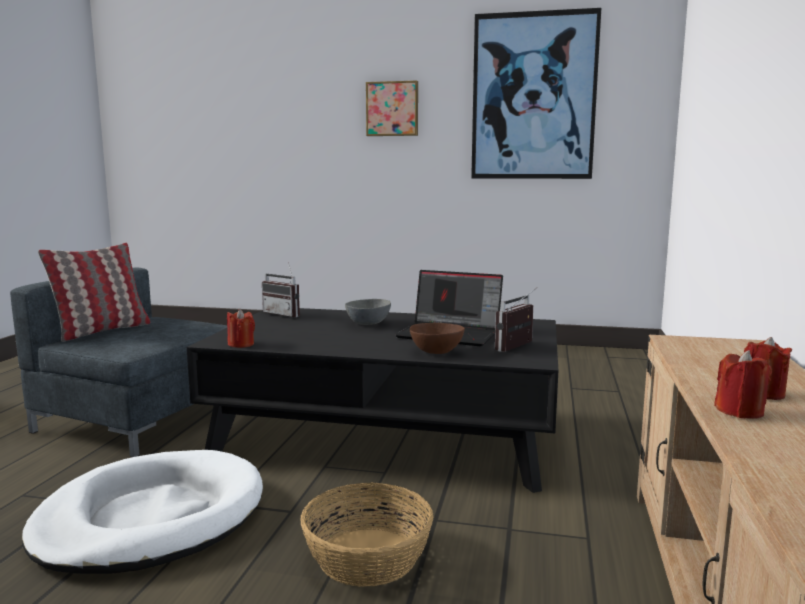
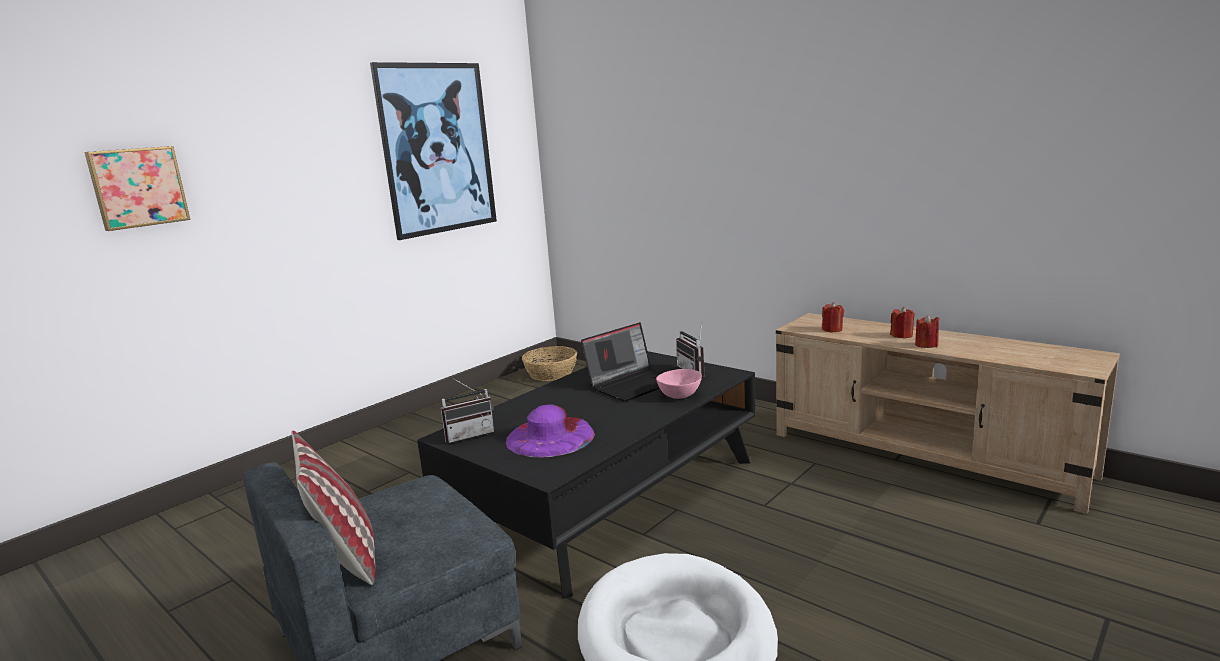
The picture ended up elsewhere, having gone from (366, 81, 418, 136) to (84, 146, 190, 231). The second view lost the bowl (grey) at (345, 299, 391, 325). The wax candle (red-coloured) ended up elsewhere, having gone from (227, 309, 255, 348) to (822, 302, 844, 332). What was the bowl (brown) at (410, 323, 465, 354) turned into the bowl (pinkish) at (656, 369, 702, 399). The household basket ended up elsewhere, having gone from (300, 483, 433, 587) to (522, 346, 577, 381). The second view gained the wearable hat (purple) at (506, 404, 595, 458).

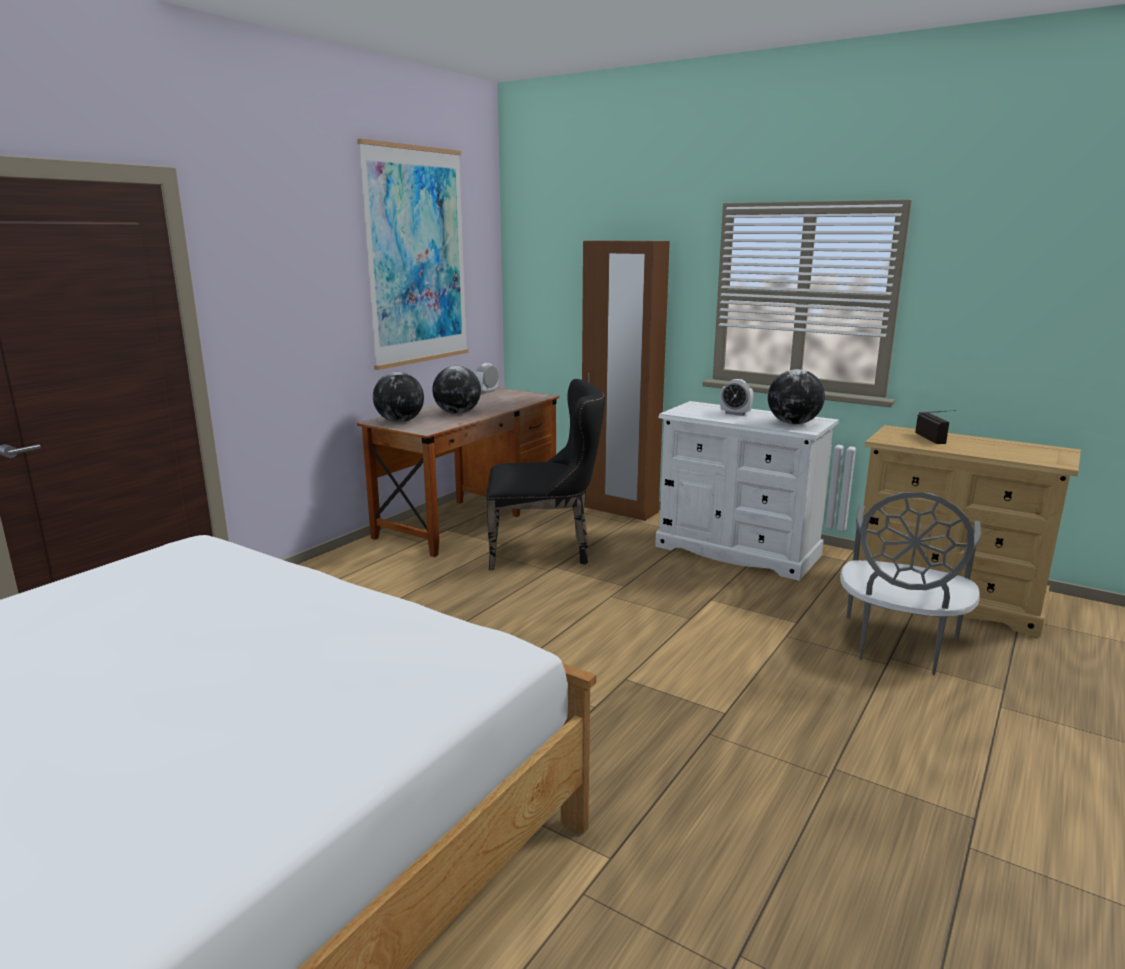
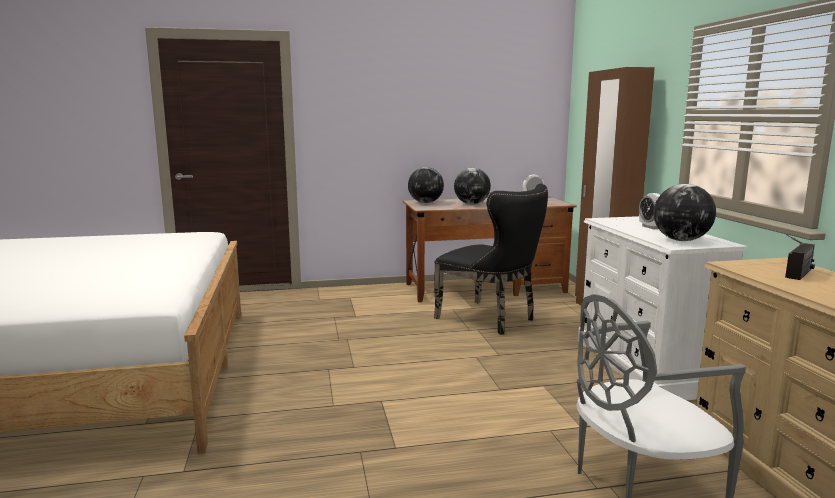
The second view lost the picture at (357, 139, 469, 370).

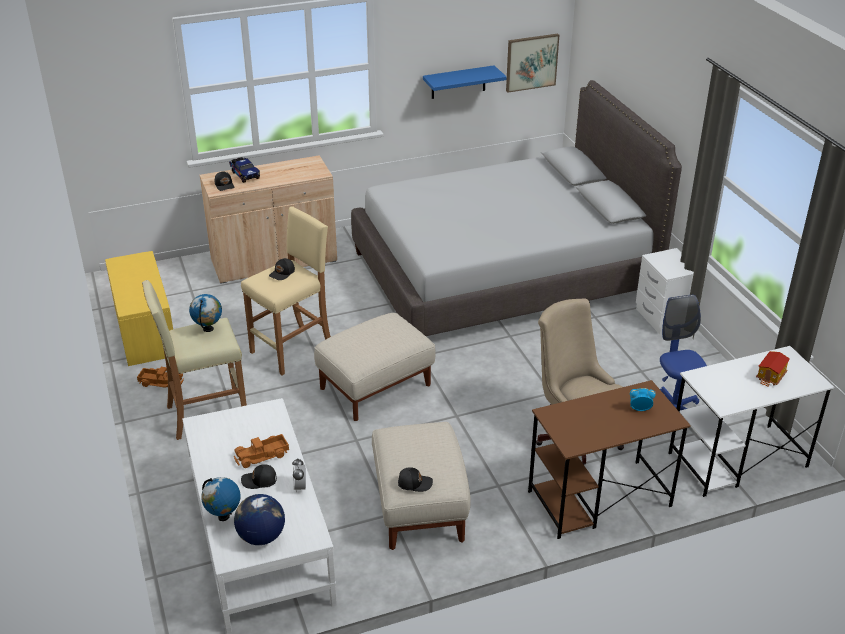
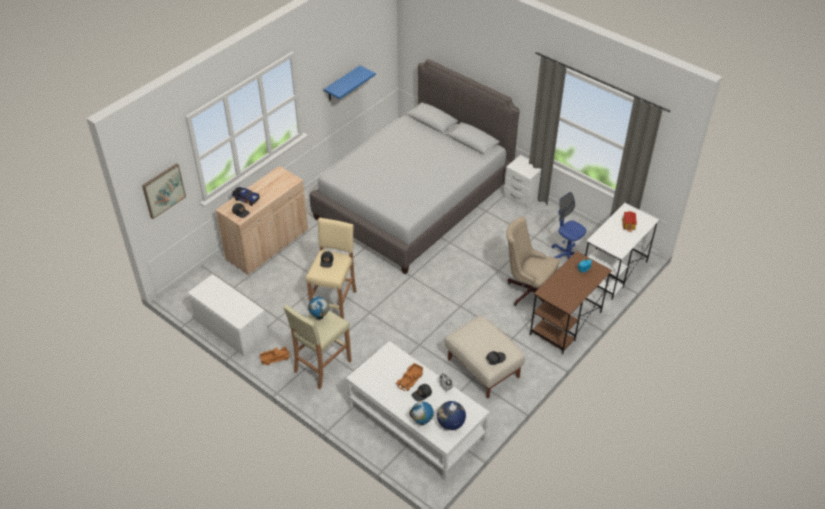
The picture ended up elsewhere, having gone from (506, 34, 559, 93) to (142, 163, 186, 219). What was the bench (yellow-coloured) at (105, 251, 173, 366) turned into the bench (whitish) at (188, 274, 268, 356). The second view lost the ottoman (beige-coloured) at (314, 313, 436, 421).

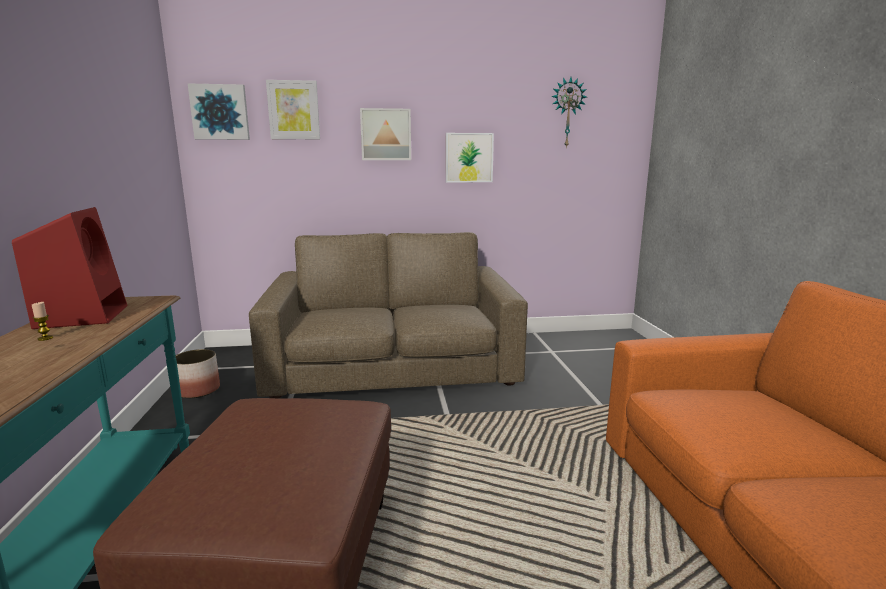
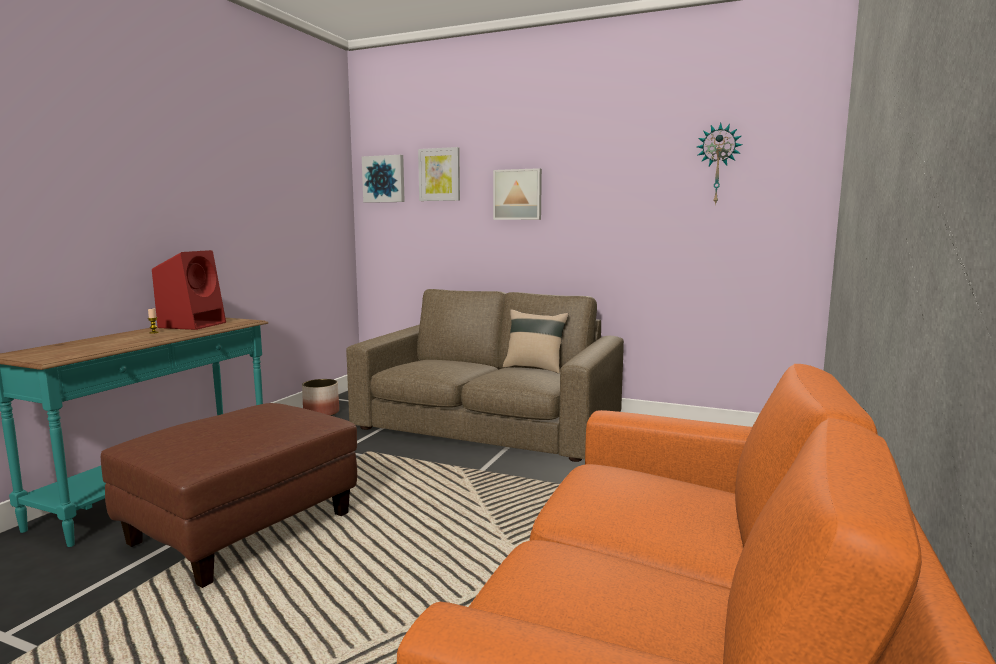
The second view lost the picture at (446, 133, 494, 183). The second view gained the pillow (beige-coloured) at (503, 309, 569, 373).

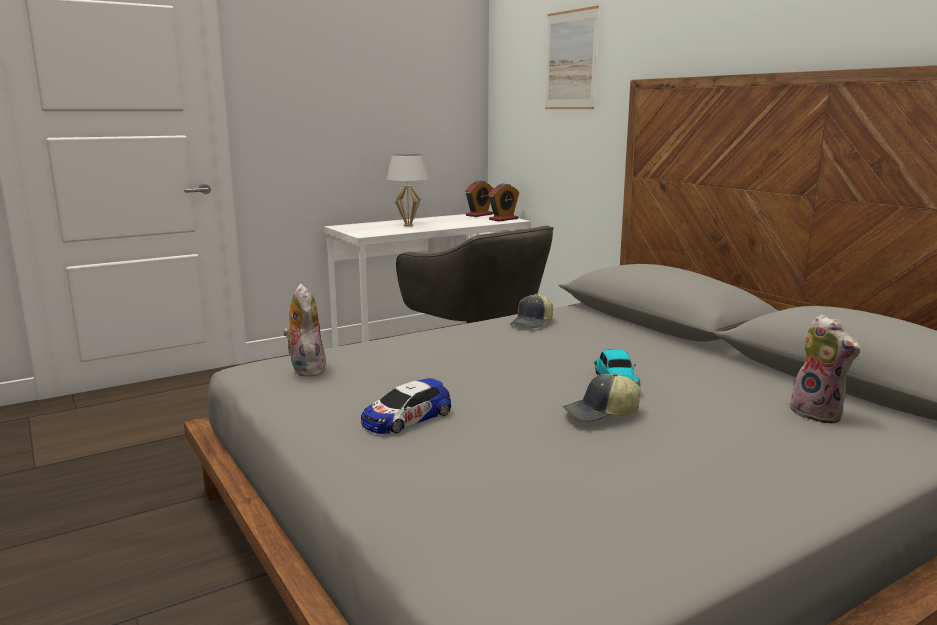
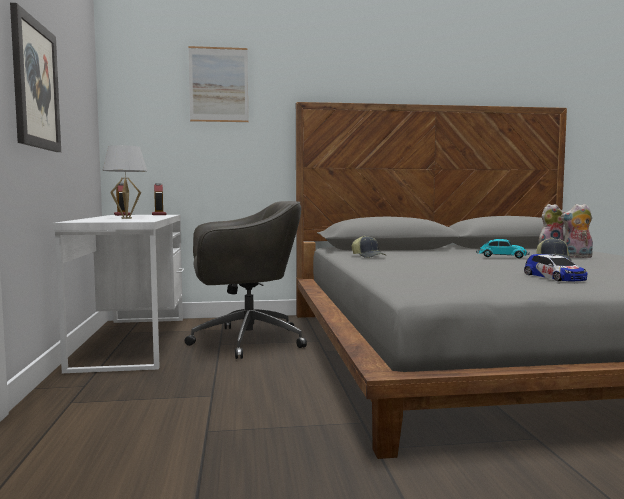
The soft toy ended up elsewhere, having gone from (283, 284, 326, 377) to (561, 204, 593, 258). The second view gained the picture at (10, 3, 61, 152).

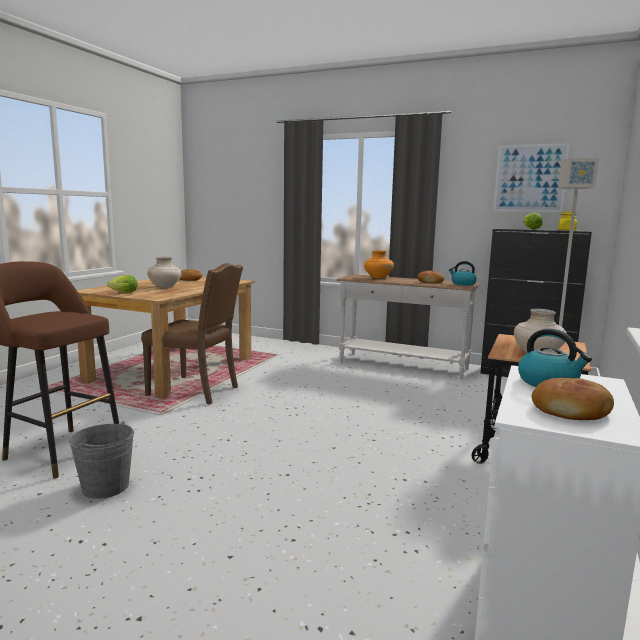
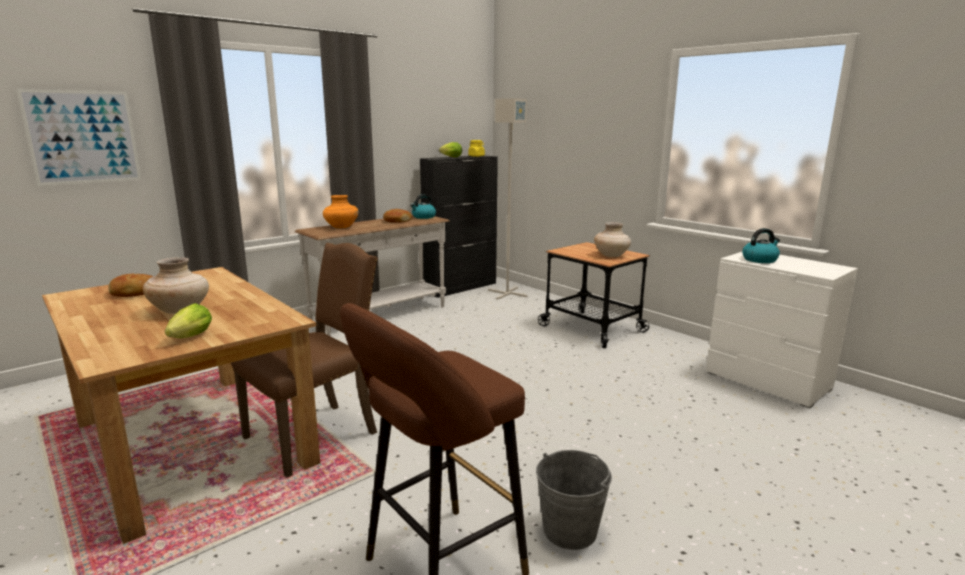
The picture ended up elsewhere, having gone from (493, 143, 570, 212) to (16, 89, 141, 186). The second view lost the baked bread at (532, 378, 614, 420).

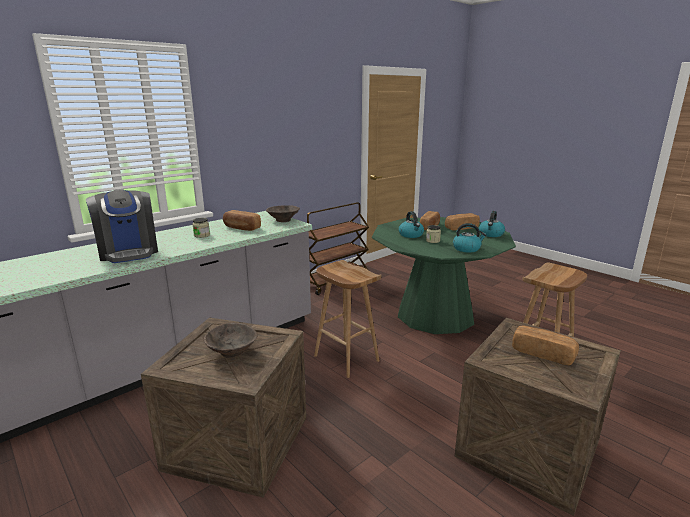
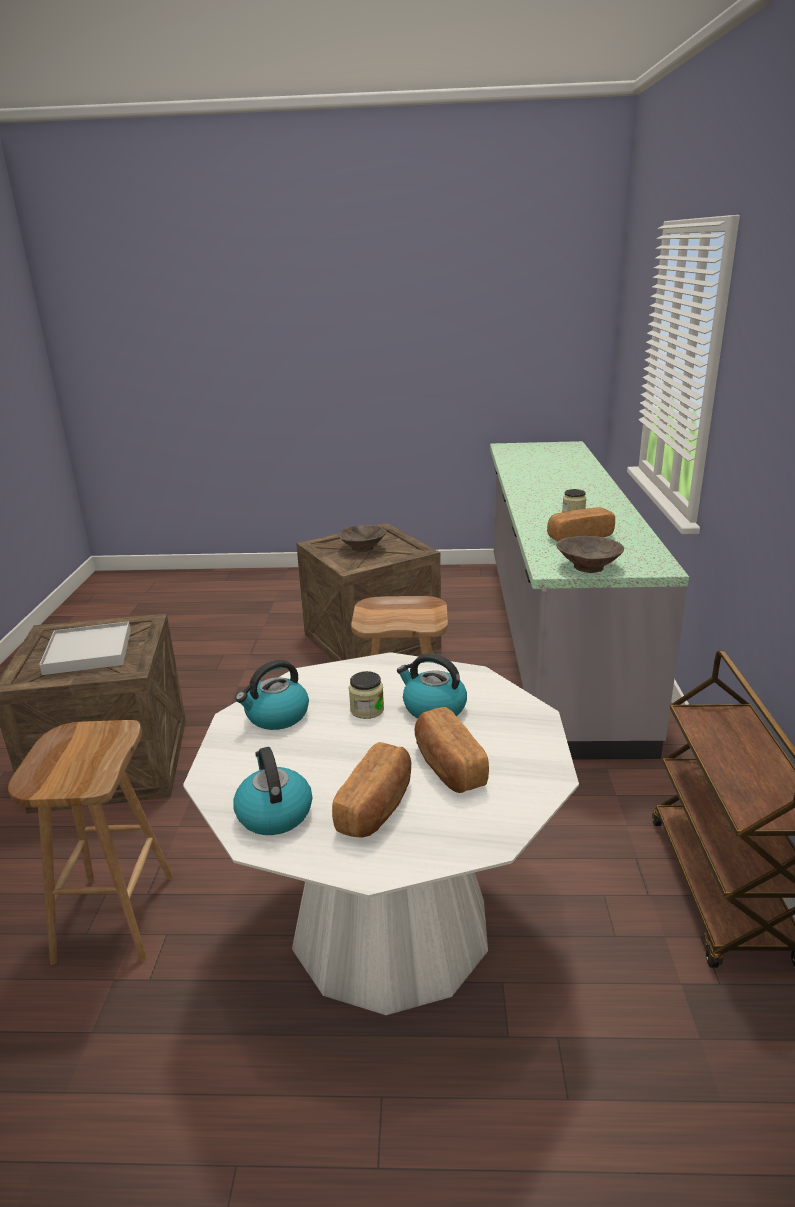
The second view lost the coffee brewer at (86, 190, 158, 263). What was the kitchen table (green) at (372, 217, 516, 334) turned into the kitchen table (whitish) at (183, 652, 579, 1015). Where the baked bread stood at (512, 326, 579, 365), the carrying tray (whitish) came to stand at (39, 621, 131, 675).

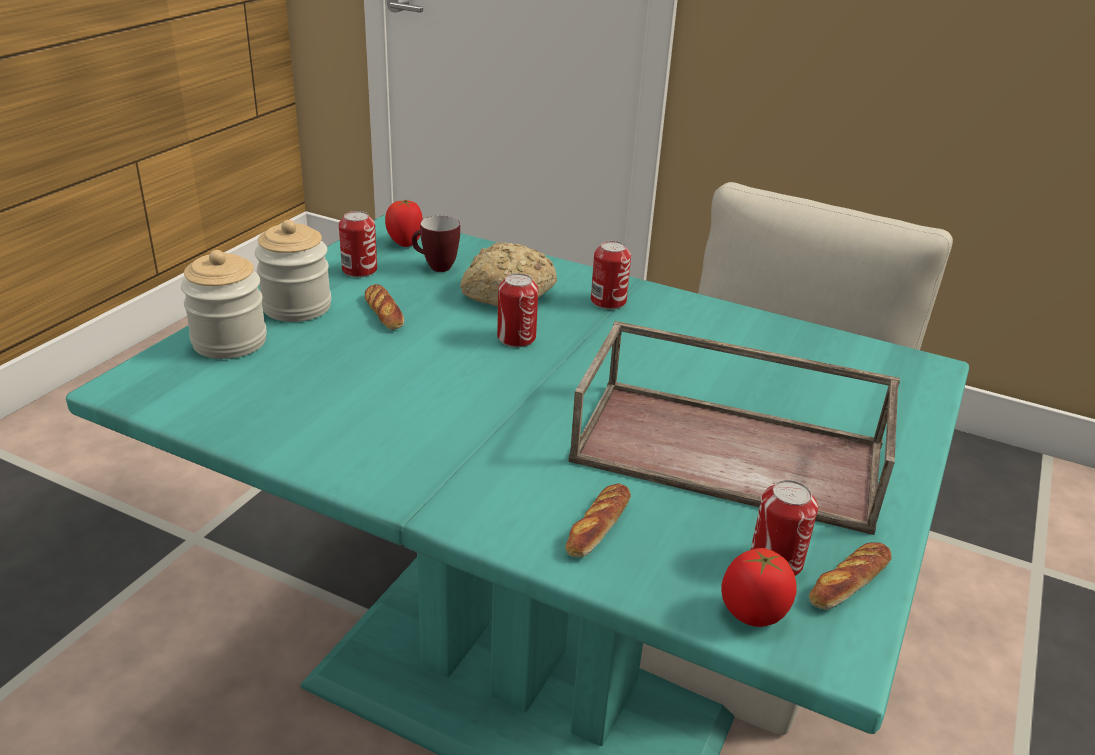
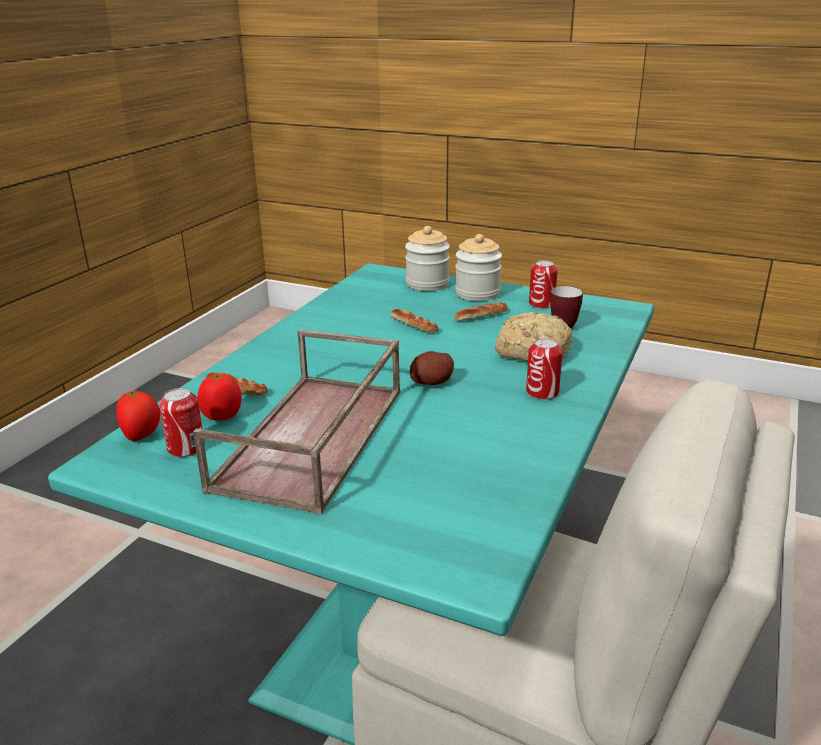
The fresh tomato ended up elsewhere, having gone from (385, 199, 423, 247) to (197, 373, 242, 420). The second view lost the can at (497, 273, 538, 347). The baked bread ended up elsewhere, having gone from (809, 542, 892, 610) to (391, 309, 438, 333). The second view gained the whole potato at (410, 351, 454, 385).

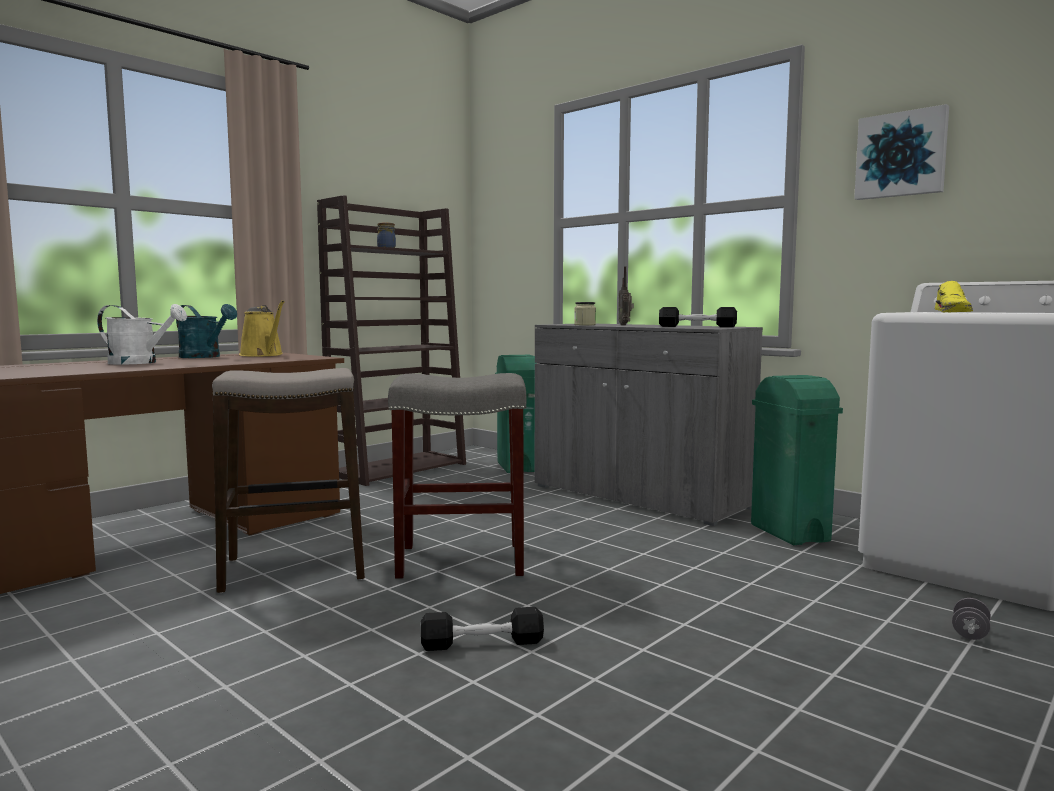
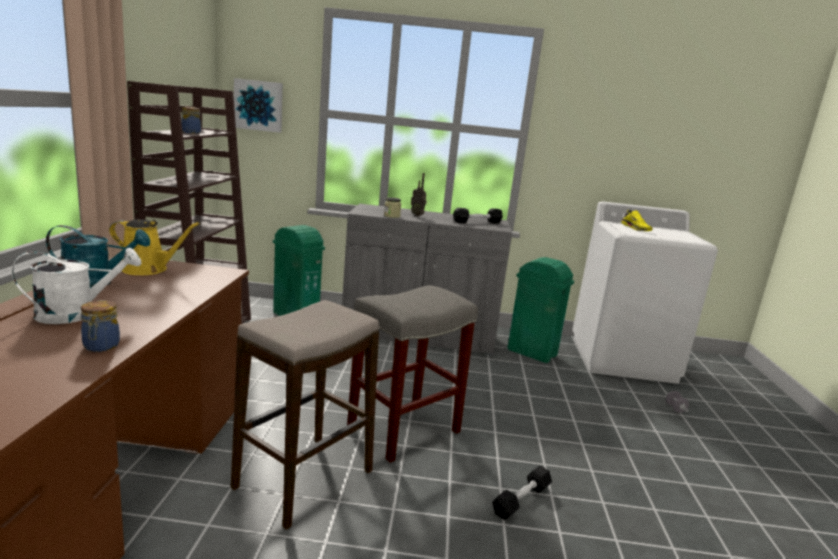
The picture ended up elsewhere, having gone from (854, 104, 949, 200) to (234, 78, 283, 133). The second view gained the storage jar at (81, 300, 120, 352).

